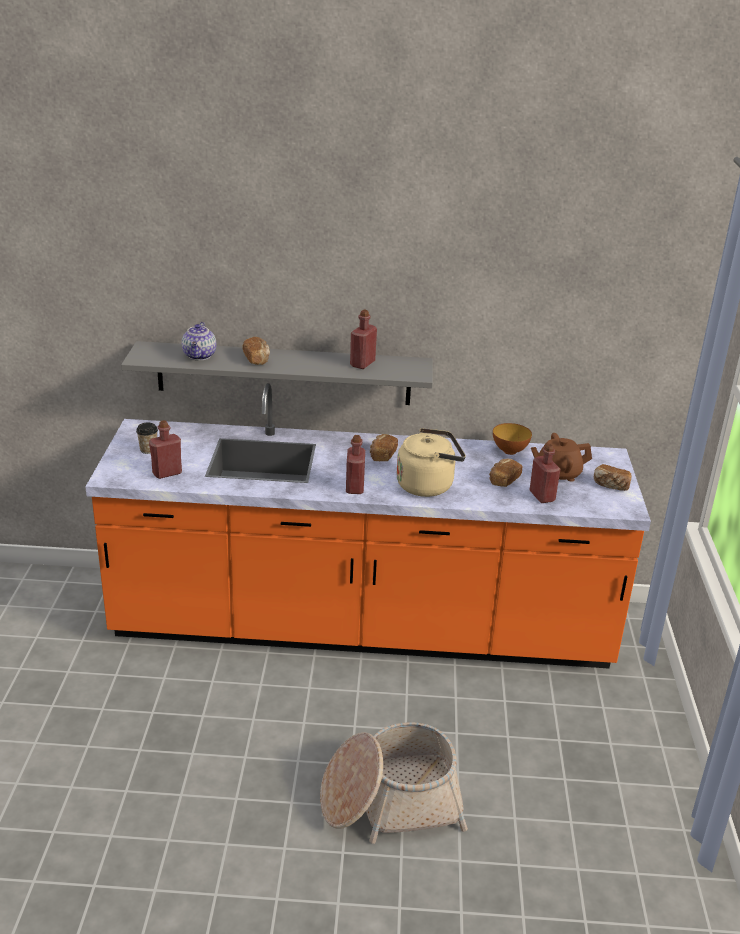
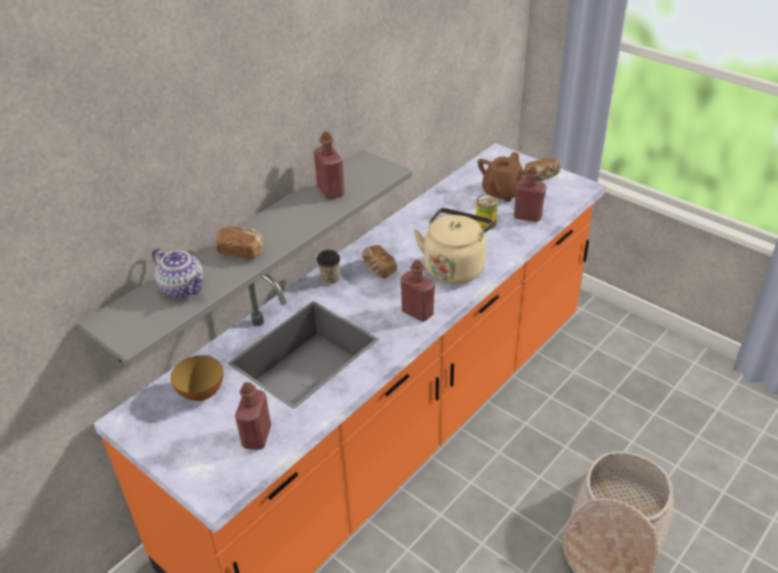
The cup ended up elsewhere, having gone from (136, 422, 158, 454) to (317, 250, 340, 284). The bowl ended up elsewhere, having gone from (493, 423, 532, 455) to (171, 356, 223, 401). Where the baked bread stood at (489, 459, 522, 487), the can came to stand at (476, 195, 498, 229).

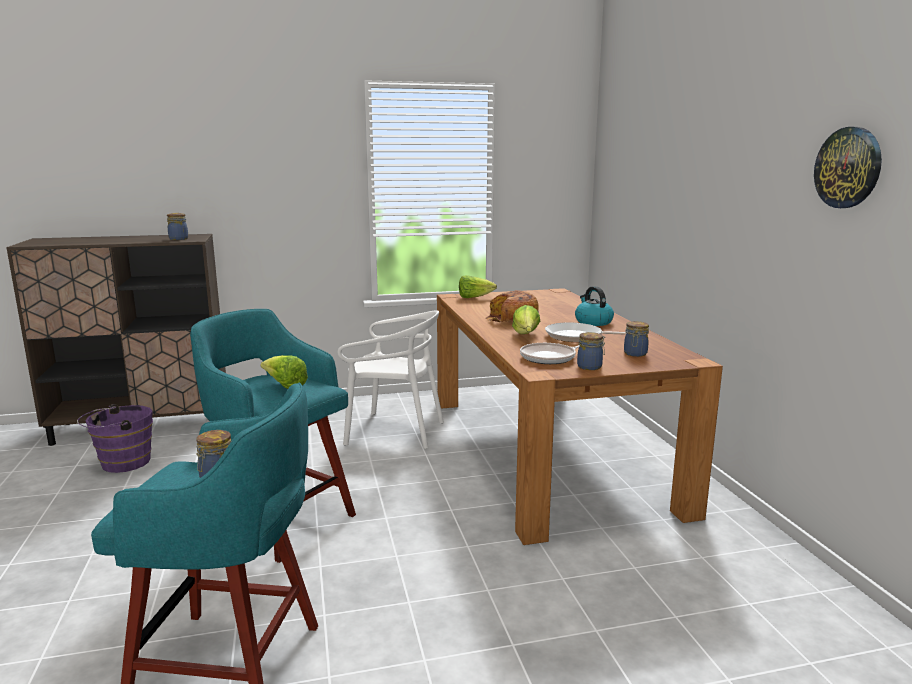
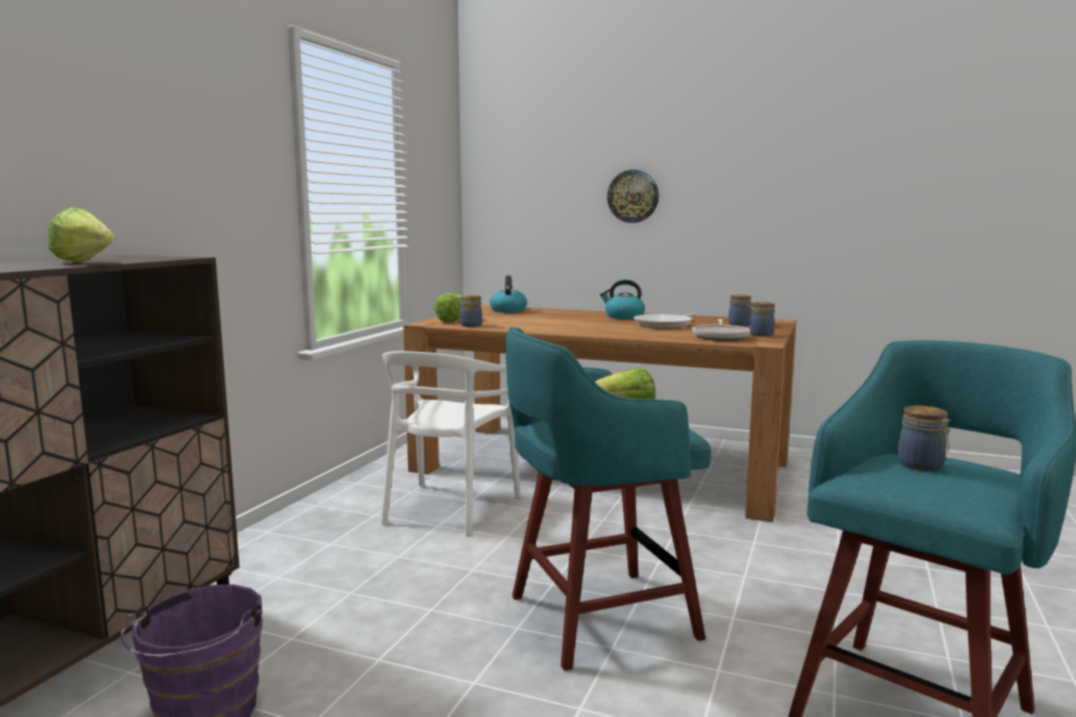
The wall clock ended up elsewhere, having gone from (814, 127, 882, 208) to (607, 170, 659, 223). The storage jar ended up elsewhere, having gone from (167, 213, 188, 240) to (458, 295, 482, 327). The second view lost the baked bread at (486, 290, 539, 322). The lettuce ended up elsewhere, having gone from (512, 305, 540, 334) to (48, 207, 115, 262). The chair (whitish) at (337, 310, 444, 449) ended up facing another way, 150 degrees clockwise from before. The second view gained the tea kettle at (490, 276, 527, 313).

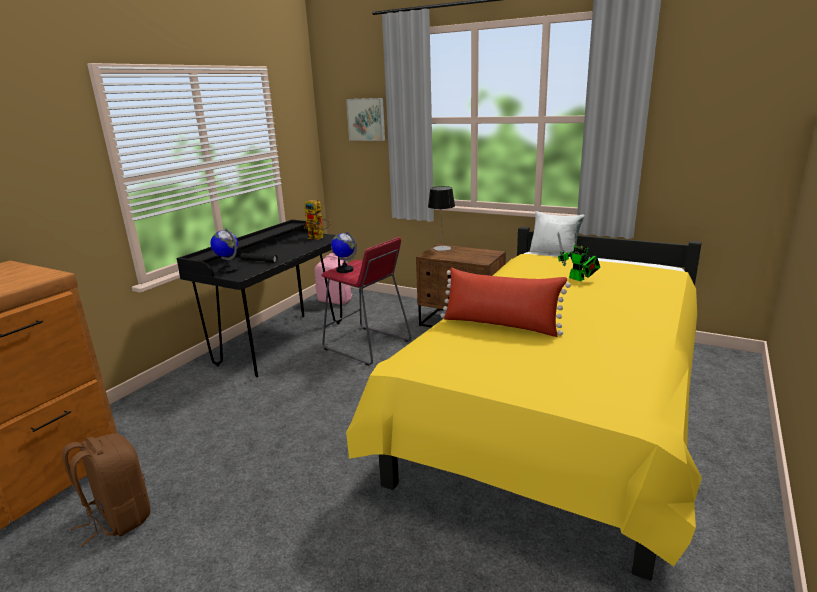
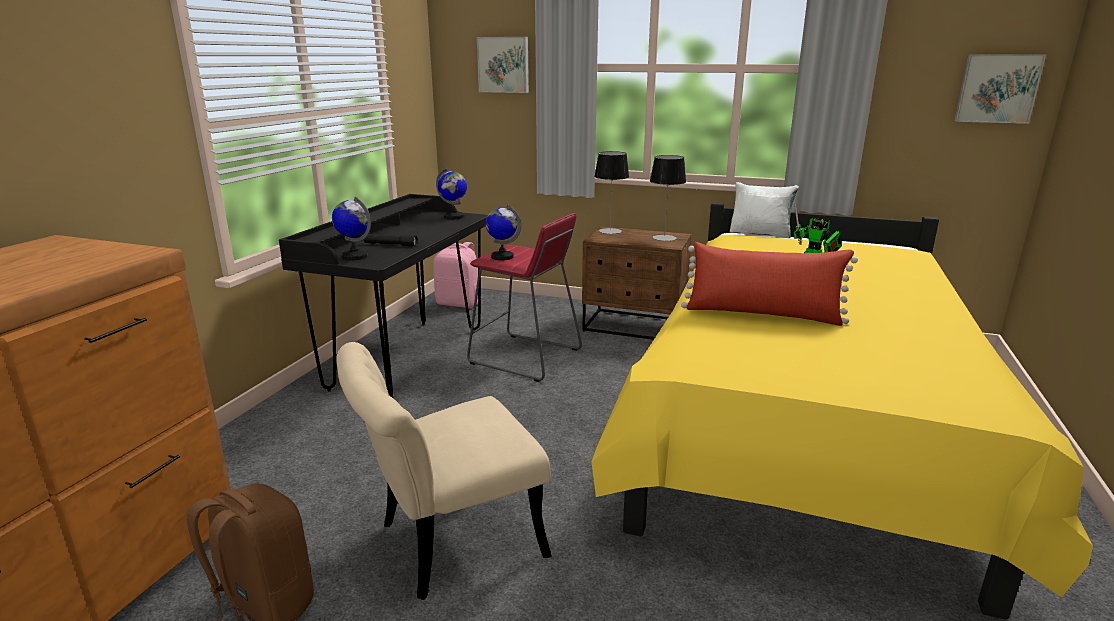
Where the robot figure stood at (304, 199, 331, 240), the globe came to stand at (436, 167, 467, 219). The second view gained the picture at (954, 54, 1046, 124). The second view gained the table lamp at (650, 155, 686, 241). The second view gained the chair (beige-coloured) at (336, 342, 552, 600).

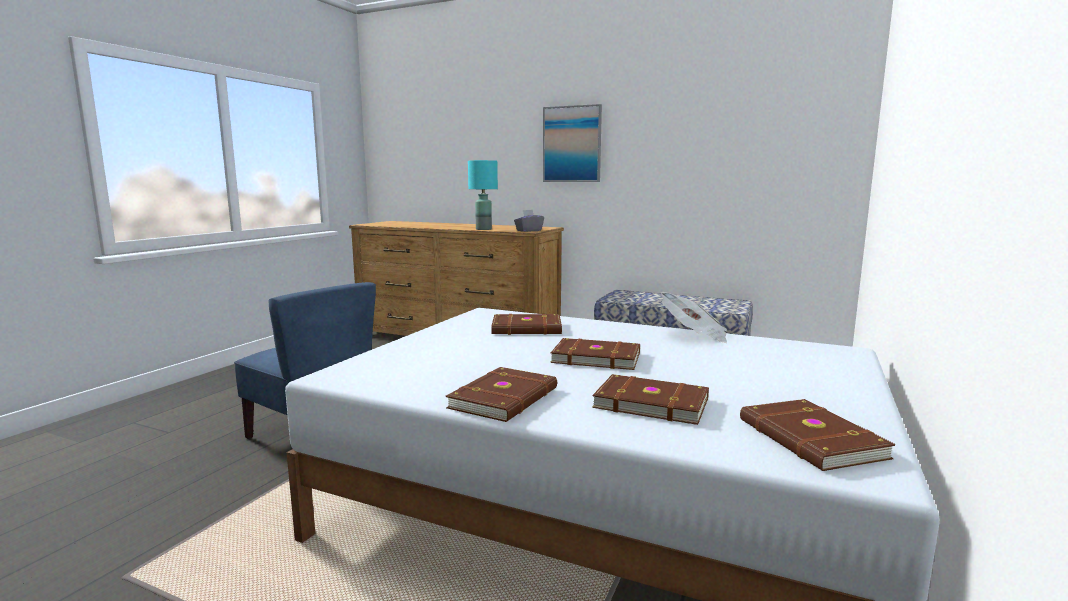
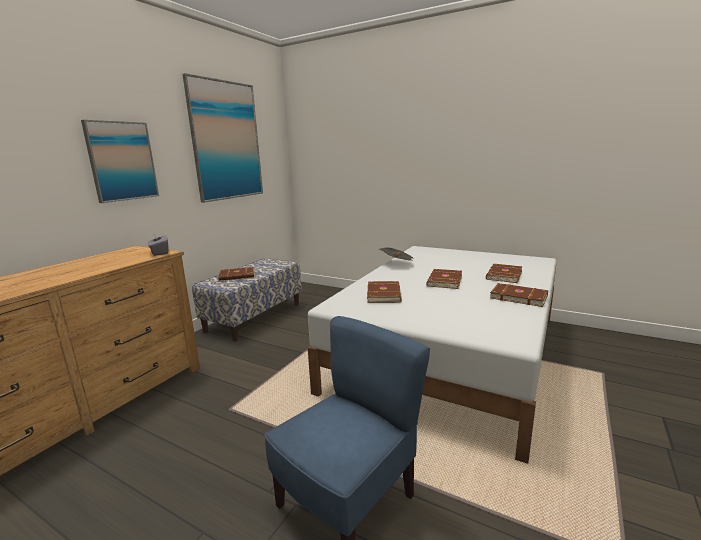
The second view lost the table lamp (blue-green) at (468, 160, 498, 230). The volume (brown) ended up elsewhere, having gone from (740, 399, 896, 471) to (218, 267, 255, 281). The second view gained the picture at (182, 73, 263, 203).

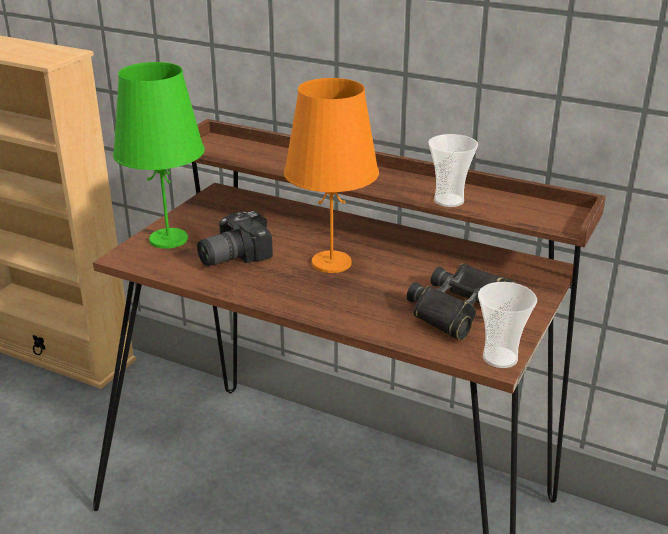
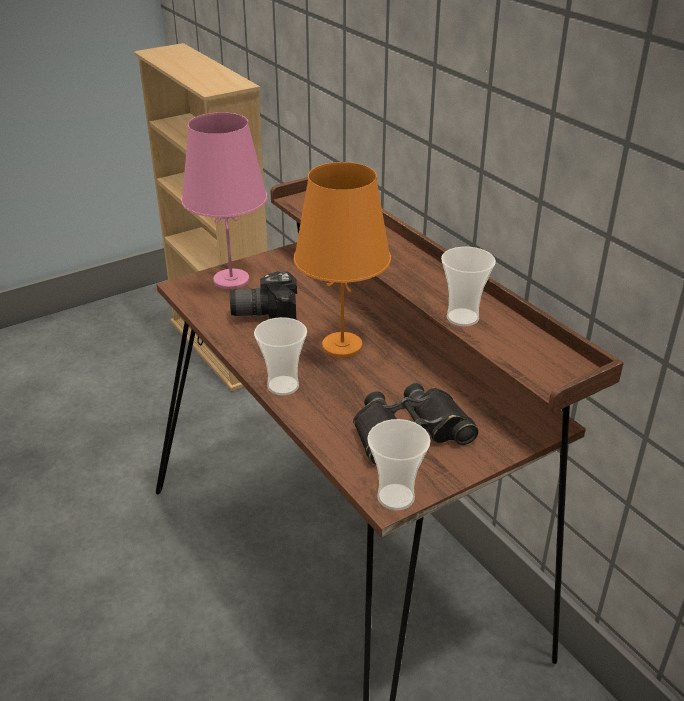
What was the table lamp (green) at (113, 62, 205, 249) turned into the table lamp (pinkish) at (181, 112, 268, 289). The second view gained the cup at (254, 317, 307, 395).

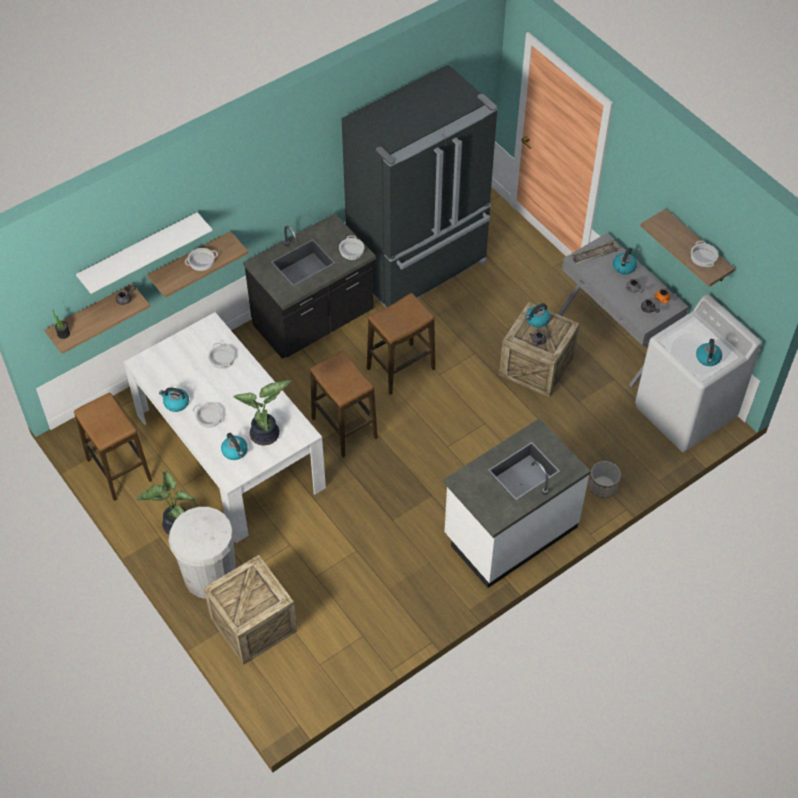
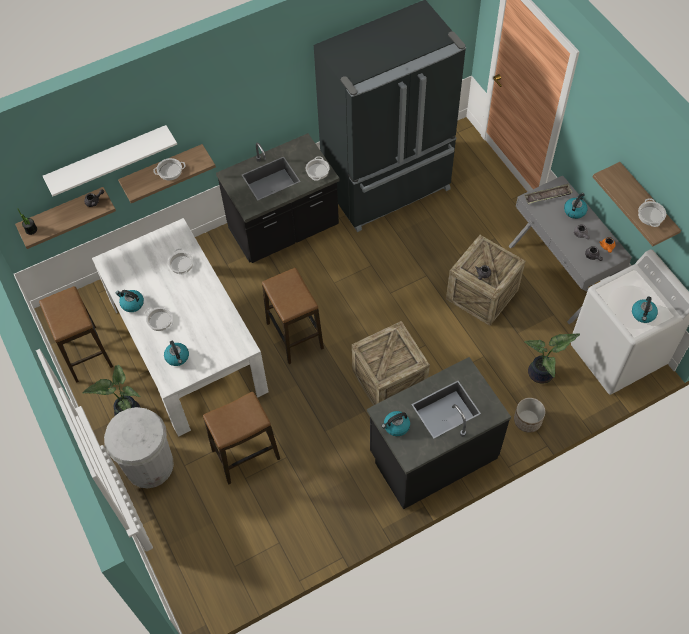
The sitting stool ended up elsewhere, having gone from (367, 293, 435, 395) to (203, 392, 280, 484). The tea kettle ended up elsewhere, having gone from (526, 303, 550, 328) to (382, 411, 410, 436). The houseplant ended up elsewhere, having gone from (234, 380, 292, 445) to (524, 333, 580, 384). What was the counter (whitish) at (443, 418, 591, 588) turned into the counter (black-coloured) at (367, 357, 511, 509). The packing crate ended up elsewhere, having gone from (204, 555, 297, 665) to (352, 321, 430, 406).

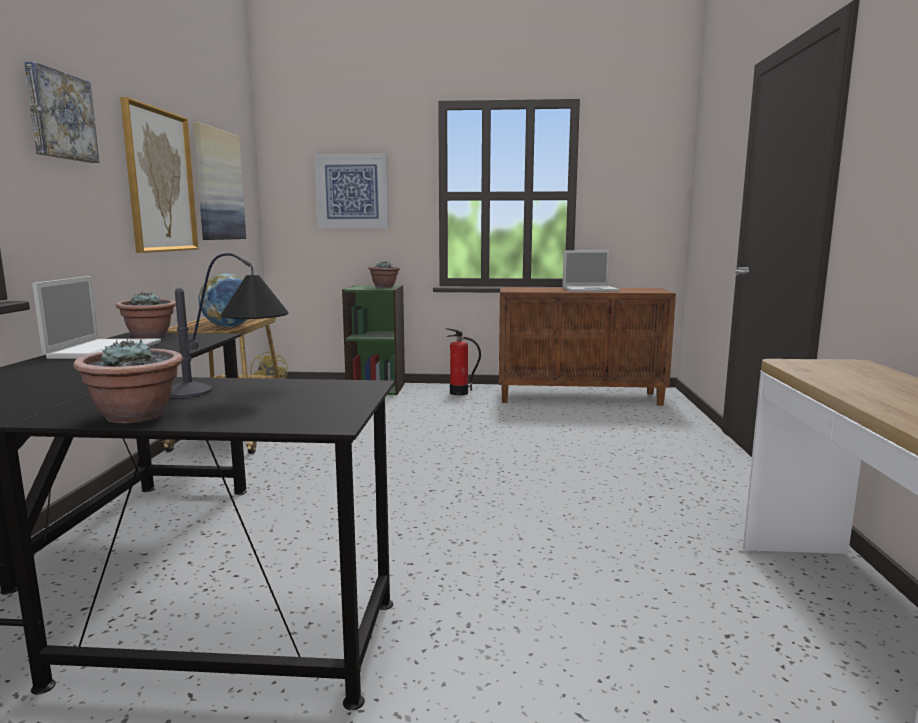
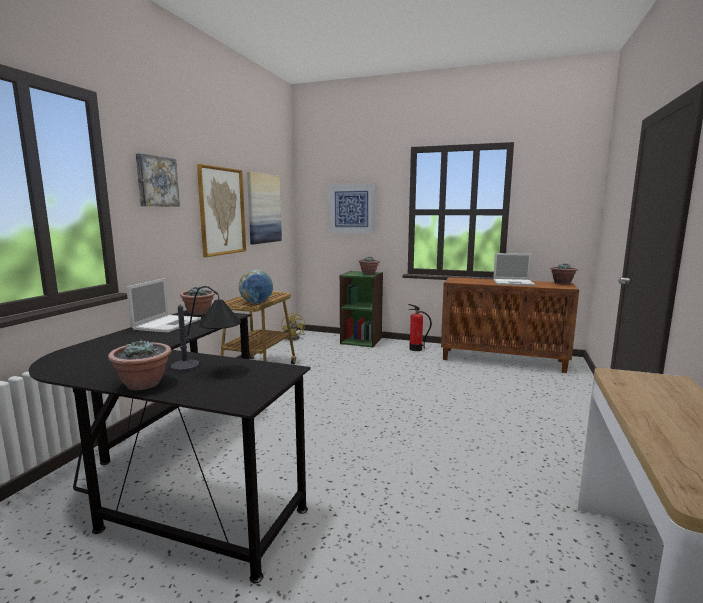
The second view gained the houseplant at (550, 263, 578, 284).

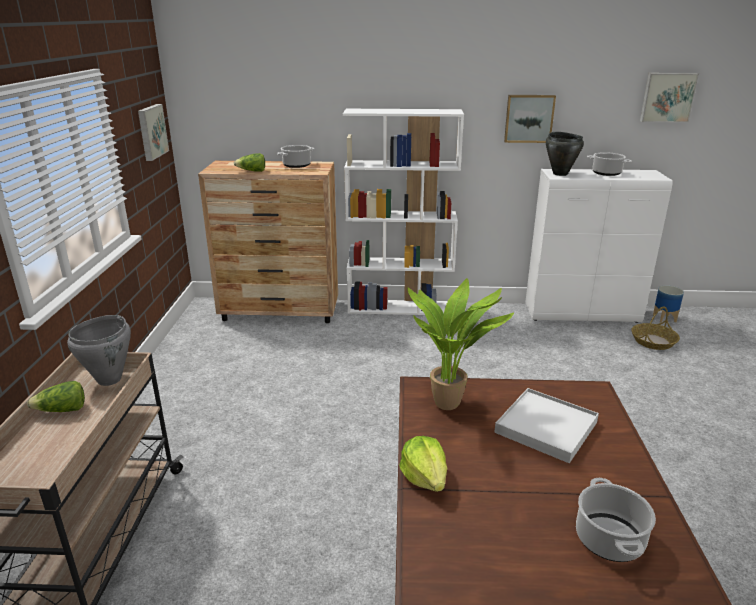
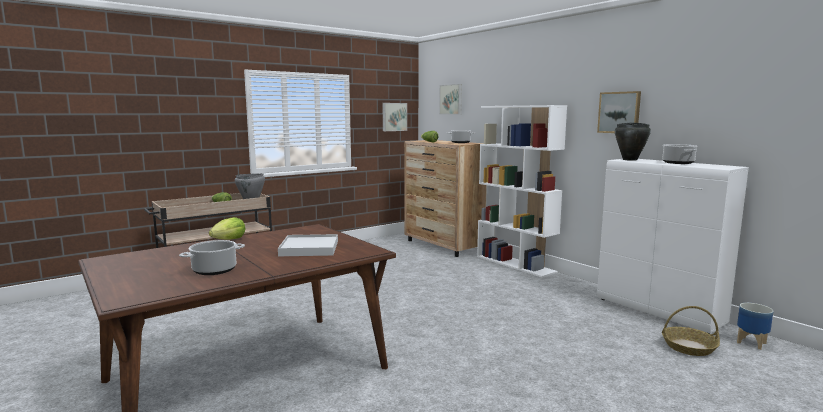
The picture ended up elsewhere, having gone from (640, 73, 699, 123) to (439, 84, 462, 114). The second view lost the houseplant at (408, 278, 514, 410).

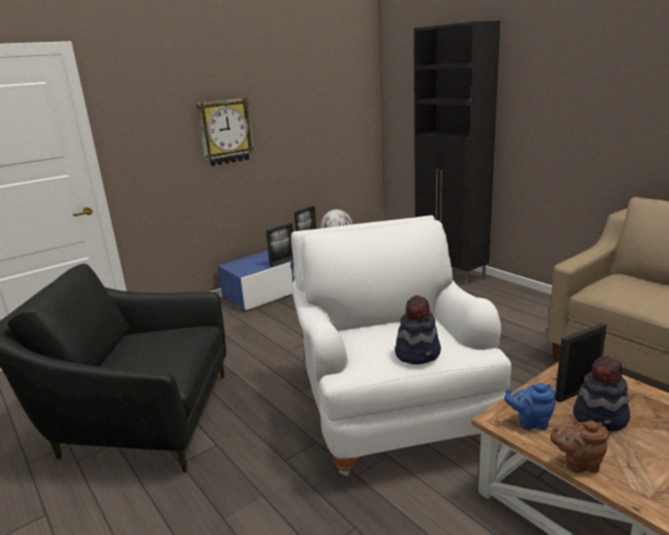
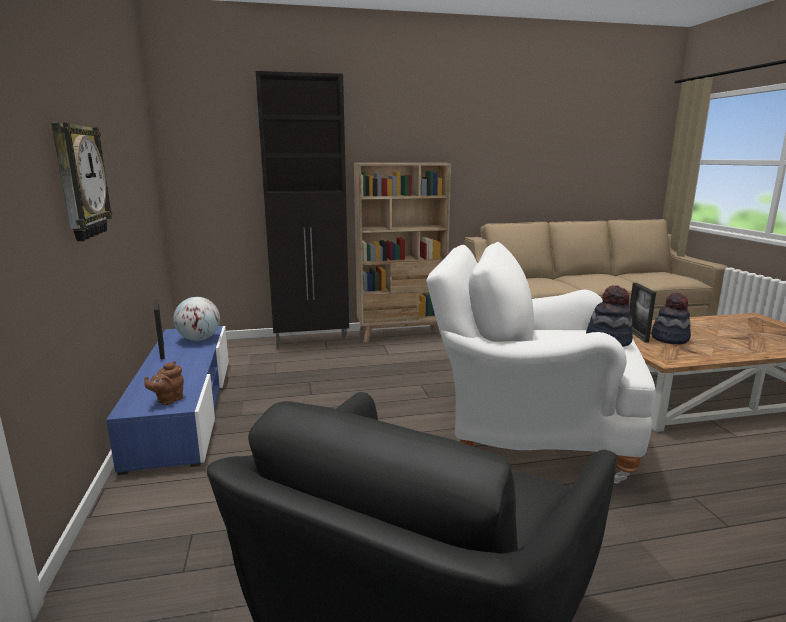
The second view lost the photo frame at (266, 223, 293, 267). The second view lost the tea pot (blue) at (504, 383, 556, 430). The tea pot (brown) ended up elsewhere, having gone from (550, 421, 609, 473) to (144, 361, 184, 405). The second view gained the bookcase (beige-coloured) at (354, 163, 451, 343).

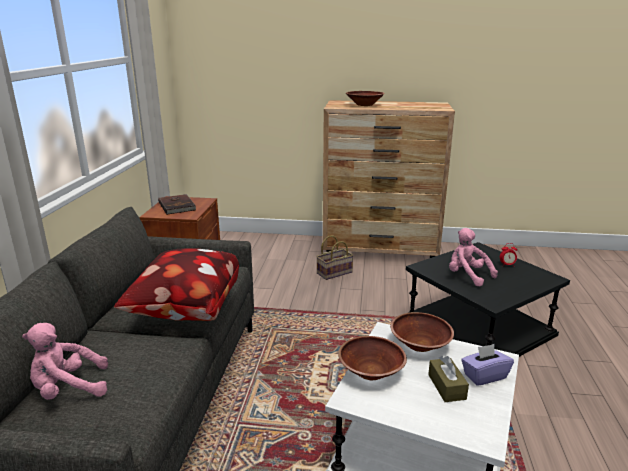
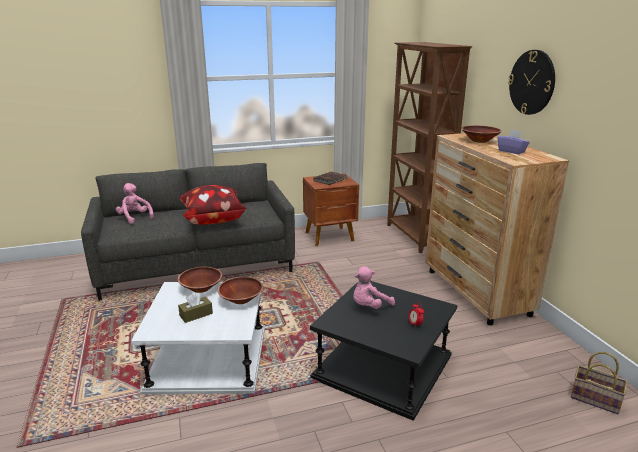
The soft toy (pinkish) at (449, 228, 498, 287) ended up facing another way, 150 degrees counterclockwise from before. The household basket ended up elsewhere, having gone from (316, 235, 354, 280) to (571, 352, 627, 414). The tissue box (purple) ended up elsewhere, having gone from (461, 344, 514, 386) to (498, 130, 530, 154). The second view gained the bookcase (brown) at (387, 42, 472, 253). The second view gained the wall clock at (508, 50, 555, 115).

